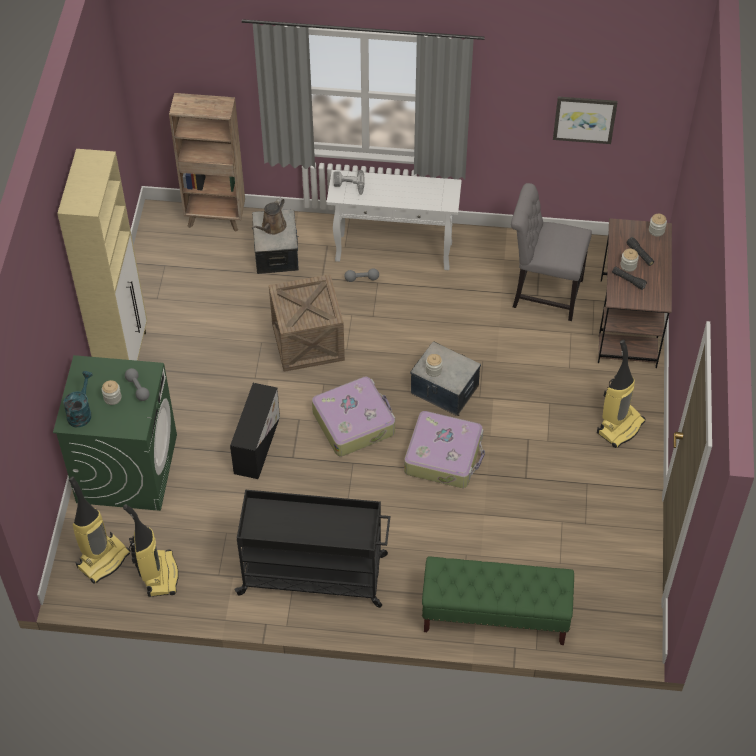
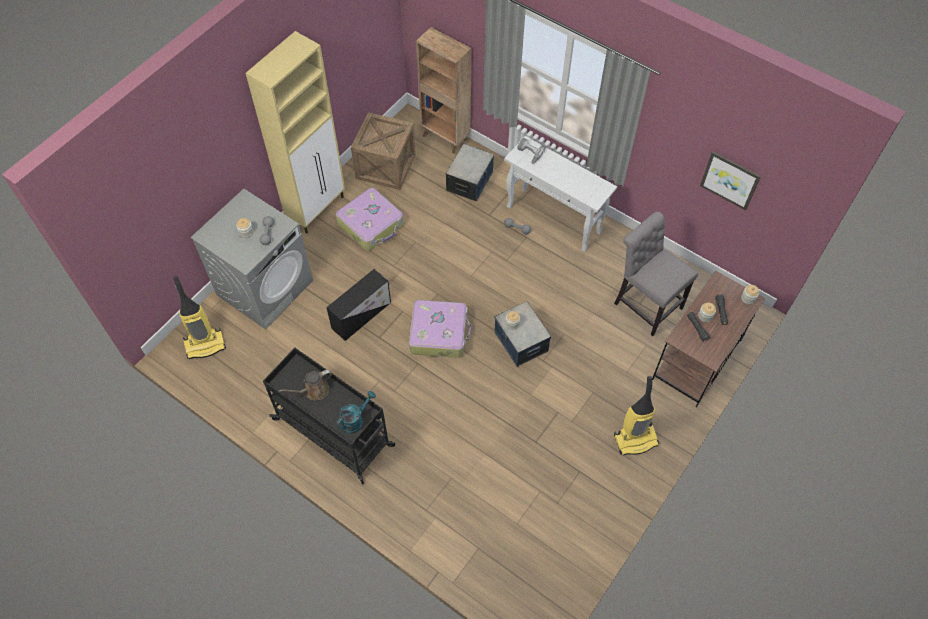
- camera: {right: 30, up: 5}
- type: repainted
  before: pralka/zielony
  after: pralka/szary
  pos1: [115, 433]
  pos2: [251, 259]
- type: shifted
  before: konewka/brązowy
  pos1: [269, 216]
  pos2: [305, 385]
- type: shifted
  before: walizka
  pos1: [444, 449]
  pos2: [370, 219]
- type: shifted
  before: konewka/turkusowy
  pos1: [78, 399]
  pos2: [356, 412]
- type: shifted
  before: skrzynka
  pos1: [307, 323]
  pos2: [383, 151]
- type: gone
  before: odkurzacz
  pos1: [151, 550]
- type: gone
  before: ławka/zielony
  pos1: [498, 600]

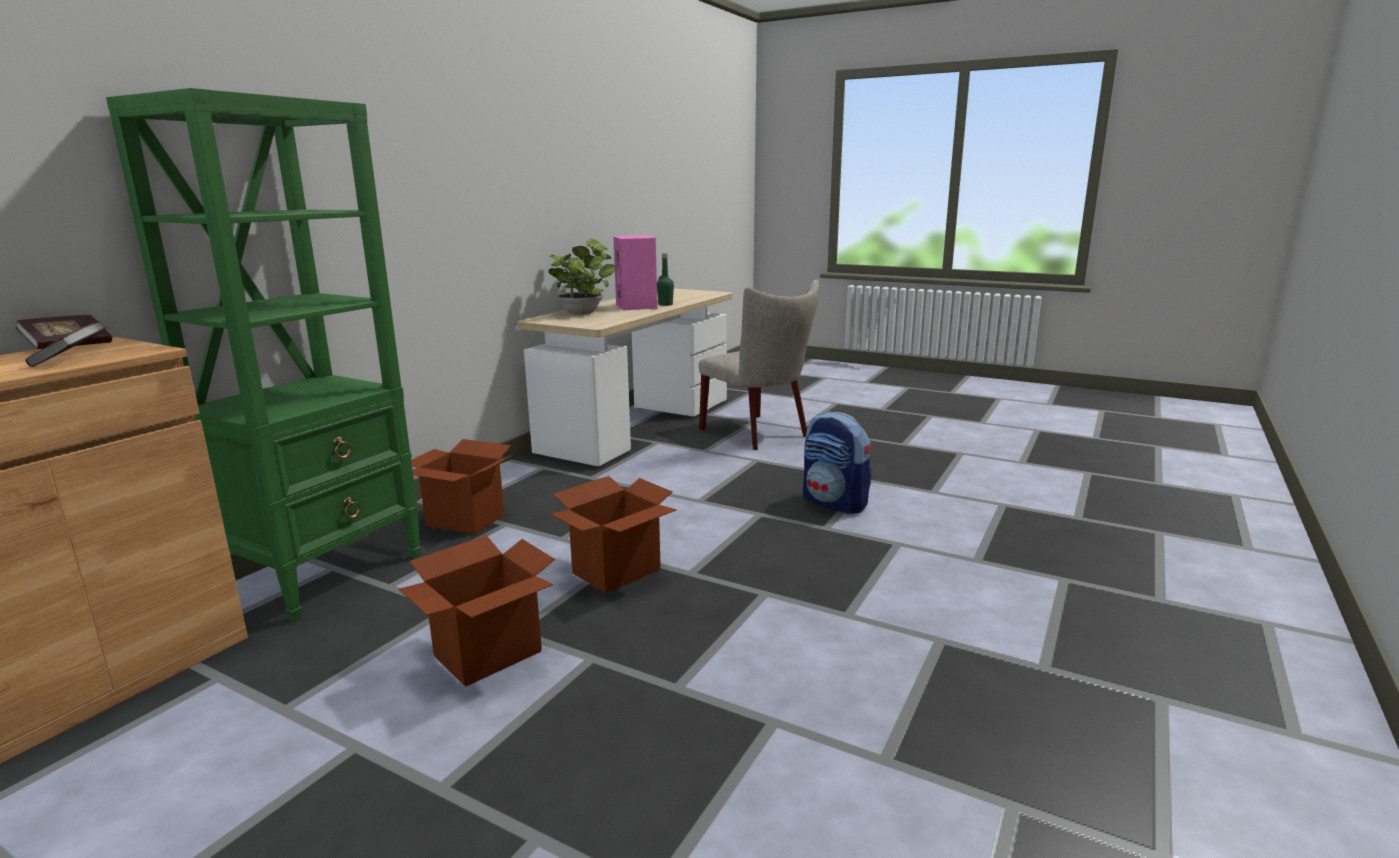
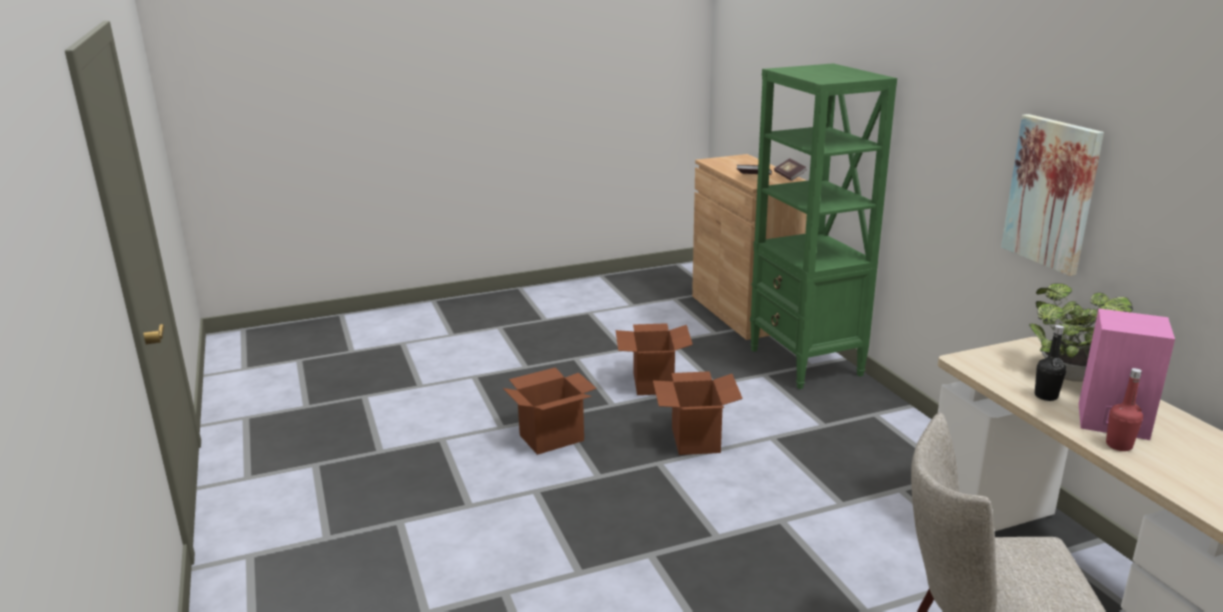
- camera: {right: 130, up: 5}
- type: shifted
  before: karton
  pos1: [462, 486]
  pos2: [550, 411]
- type: new
  after: obraz
  pos2: [1052, 195]
- type: new
  after: butelka/czarny
  pos2: [1050, 363]
- type: repainted
  before: butelka/zielony
  after: butelka/czerwony
  pos1: [665, 279]
  pos2: [1124, 409]
- type: gone
  before: plecak
  pos1: [837, 463]

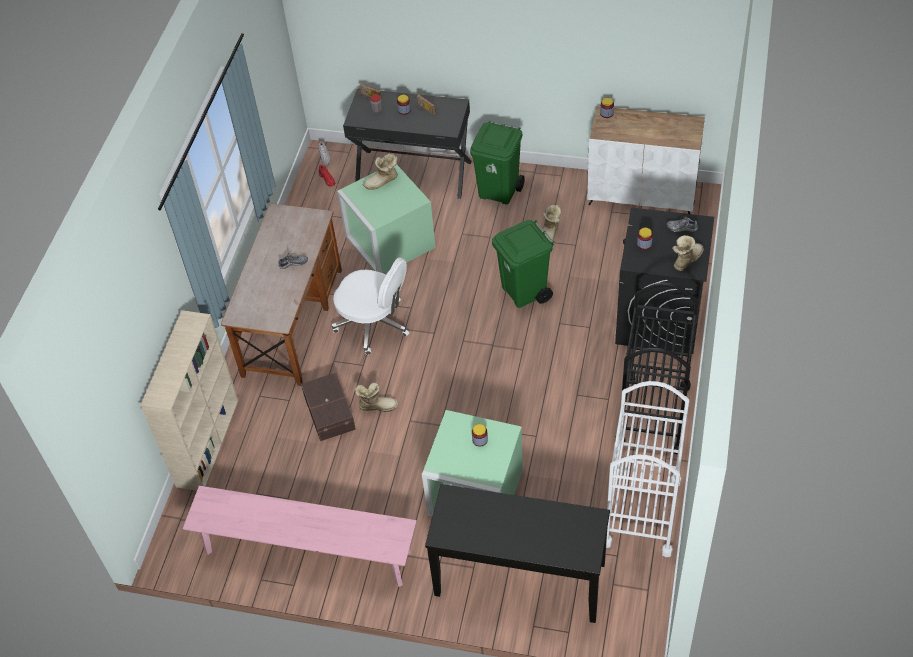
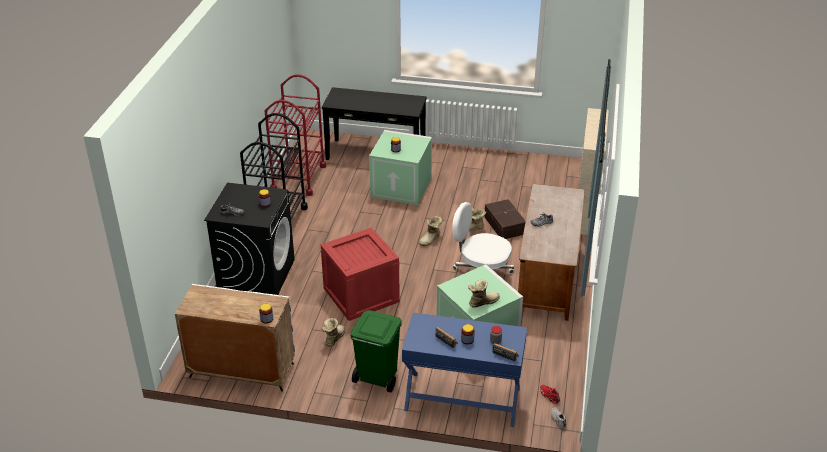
- camera: {right: 175, up: -15}
- type: repainted
  before: wózek/biały
  after: wózek/czerwony
  pos1: [647, 469]
  pos2: [295, 135]
- type: swapped
  before: kosz na śmieci/zielony
  after: skrzynka
  pos1: [523, 264]
  pos2: [360, 274]
- type: repainted
  before: biurko/czarny
  after: biurko/niebieski
  pos1: [407, 143]
  pos2: [464, 370]
- type: shifted
  before: but z cholewką
  pos1: [688, 253]
  pos2: [430, 231]
- type: gone
  before: ławka/różowy
  pos1: [300, 536]

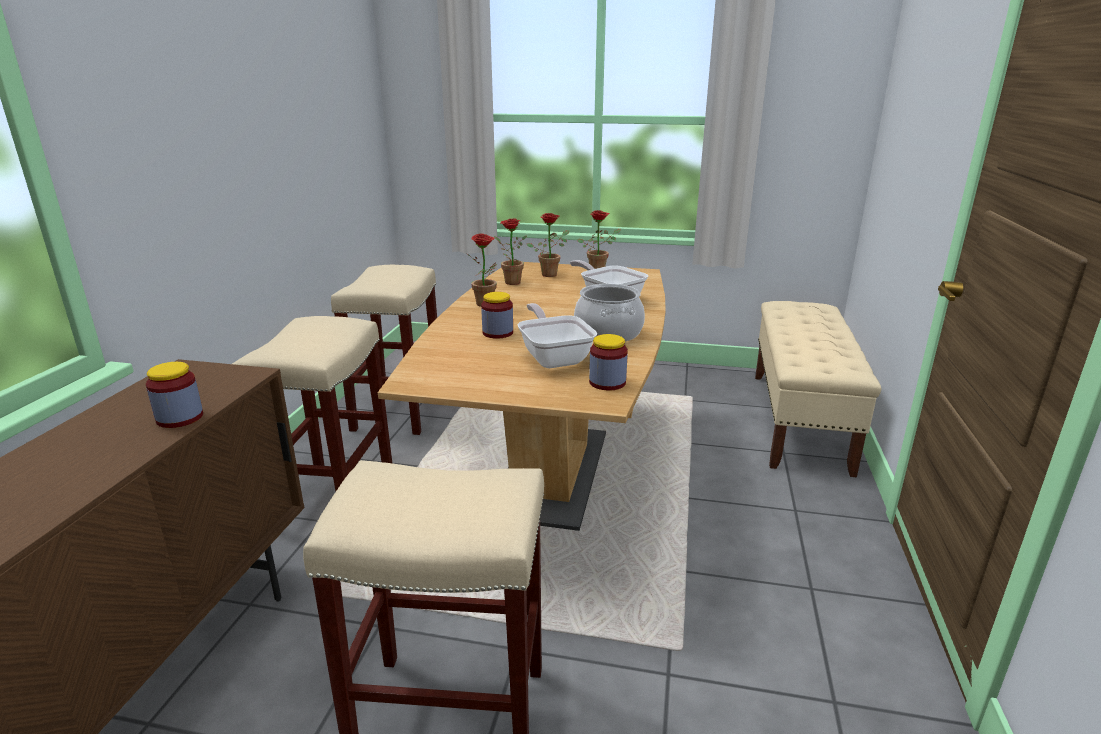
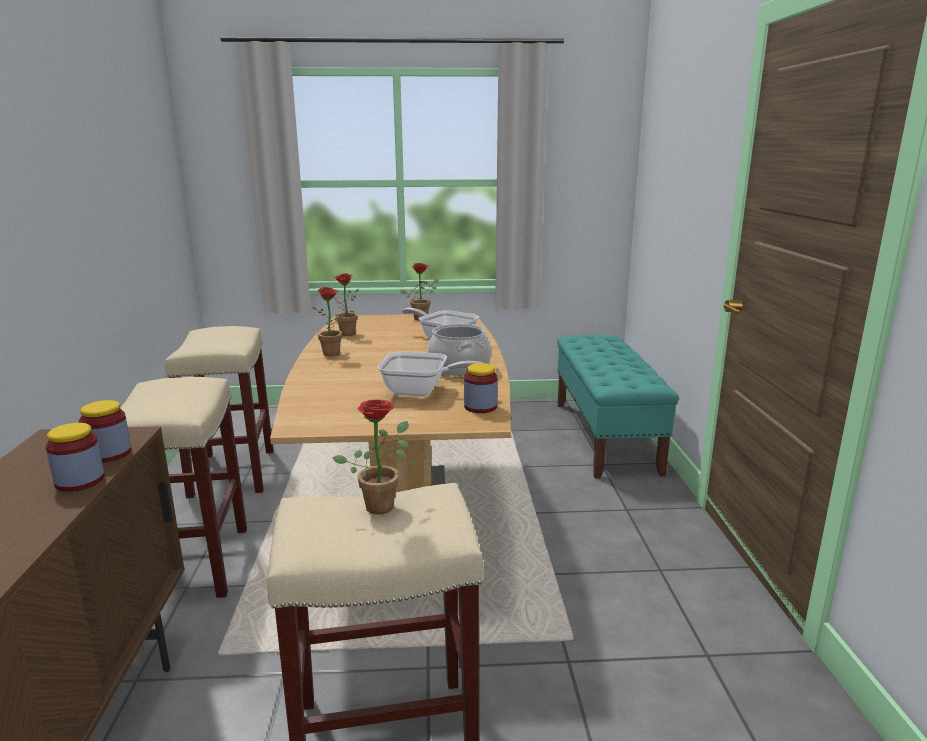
- camera: {right: -15, up: -5}
- type: shifted
  before: słoik
  pos1: [497, 315]
  pos2: [105, 431]
- type: shifted
  before: roślina doniczkowa
  pos1: [548, 245]
  pos2: [370, 457]
- type: rotated
  before: patelnia
  pos1: [557, 335]
  pos2: [432, 374]
  turn: 135
- type: repainted
  before: ławka/beżowy
  after: ławka/turkusowy
  pos1: [818, 389]
  pos2: [618, 407]

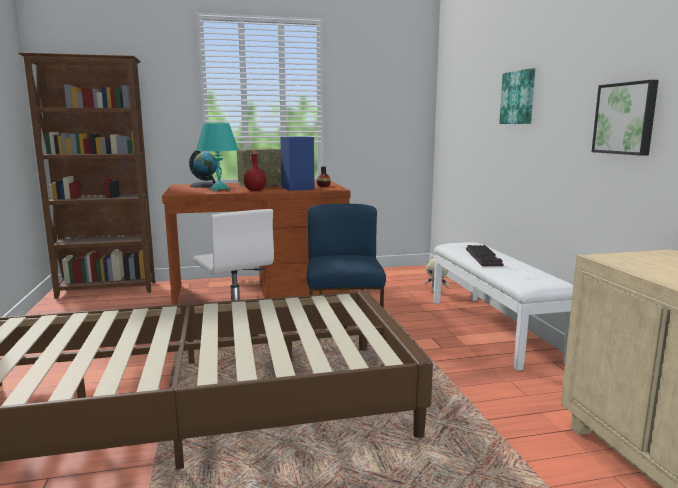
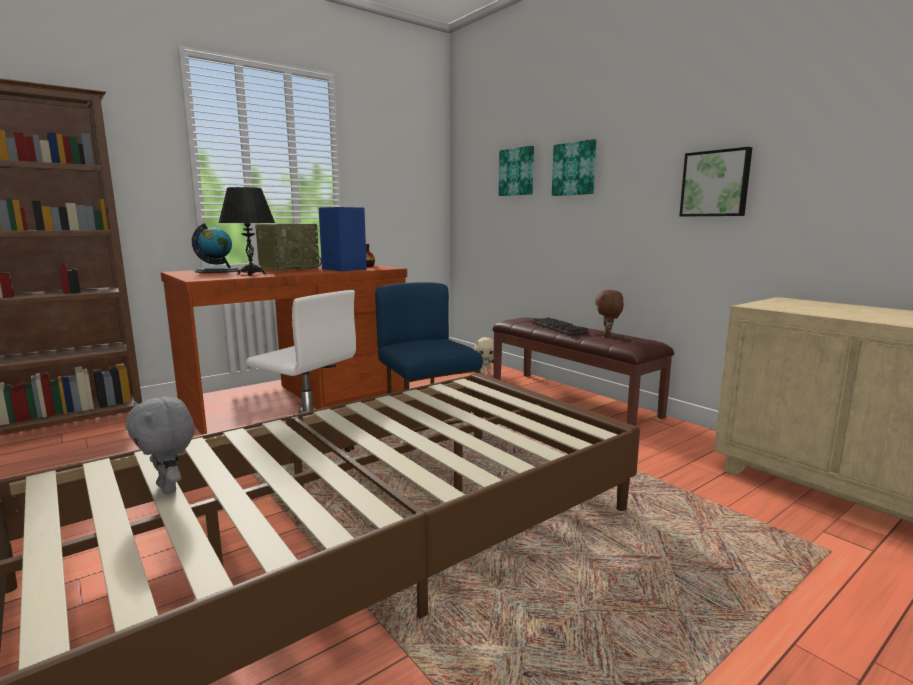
- camera: {right: -25, up: 0}
- type: new
  after: pluszak/szary
  pos2: [160, 445]
- type: repainted
  before: lampa stołowa/turkusowy
  after: lampa stołowa/czarny
  pos1: [217, 157]
  pos2: [246, 231]
- type: repainted
  before: ławka/biały
  after: ławka/brązowy
  pos1: [503, 306]
  pos2: [583, 371]
- type: new
  after: obraz
  pos2: [516, 171]
- type: new
  after: pluszak/brązowy
  pos2: [609, 313]
- type: gone
  before: butelka/czerwony
  pos1: [255, 171]

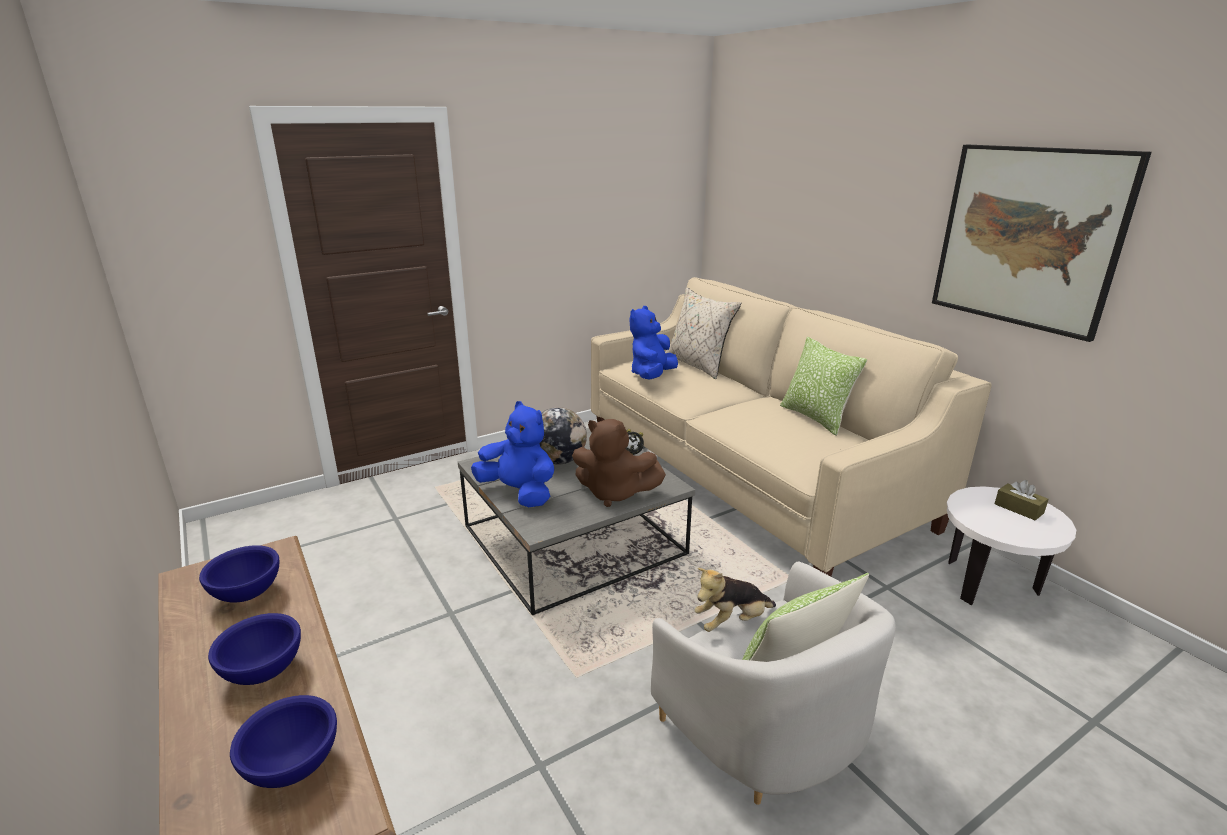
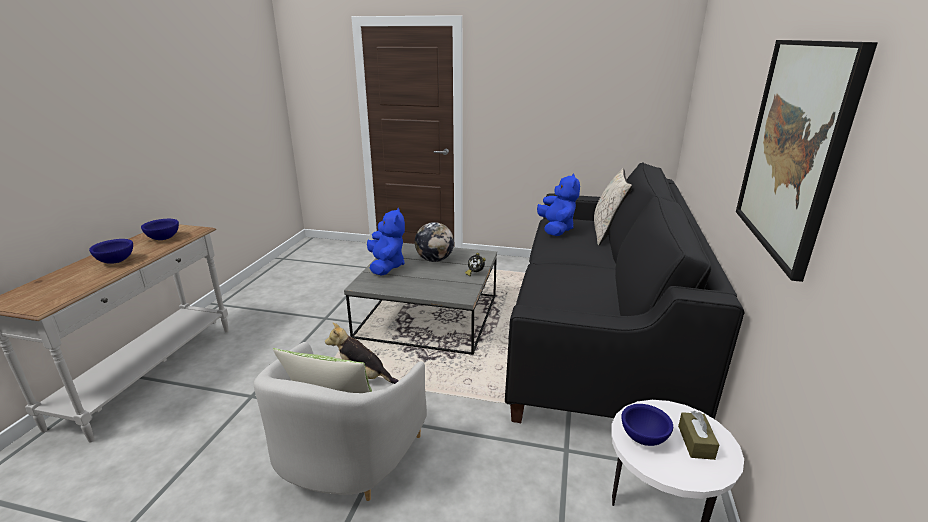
- camera: {right: 45, up: 0}
- type: repainted
  before: kanapa/beżowy
  after: kanapa/czarny
  pos1: [791, 426]
  pos2: [624, 292]
- type: rotated
  before: pluszak/niebieski
  pos1: [654, 342]
  pos2: [558, 204]
  turn: 105
- type: shifted
  before: miska/niebieski
  pos1: [283, 741]
  pos2: [647, 425]
- type: gone
  before: pluszak/brązowy
  pos1: [619, 463]
- type: gone
  before: poduszka
  pos1: [823, 386]

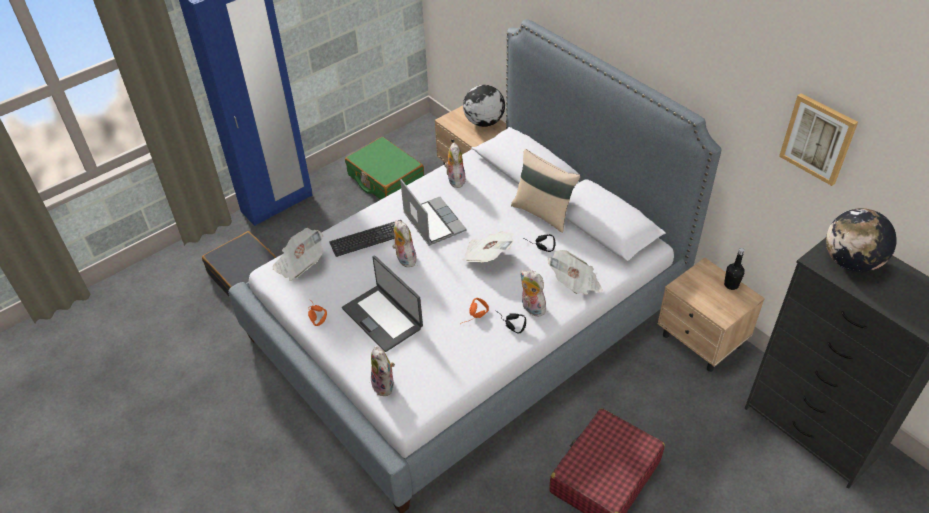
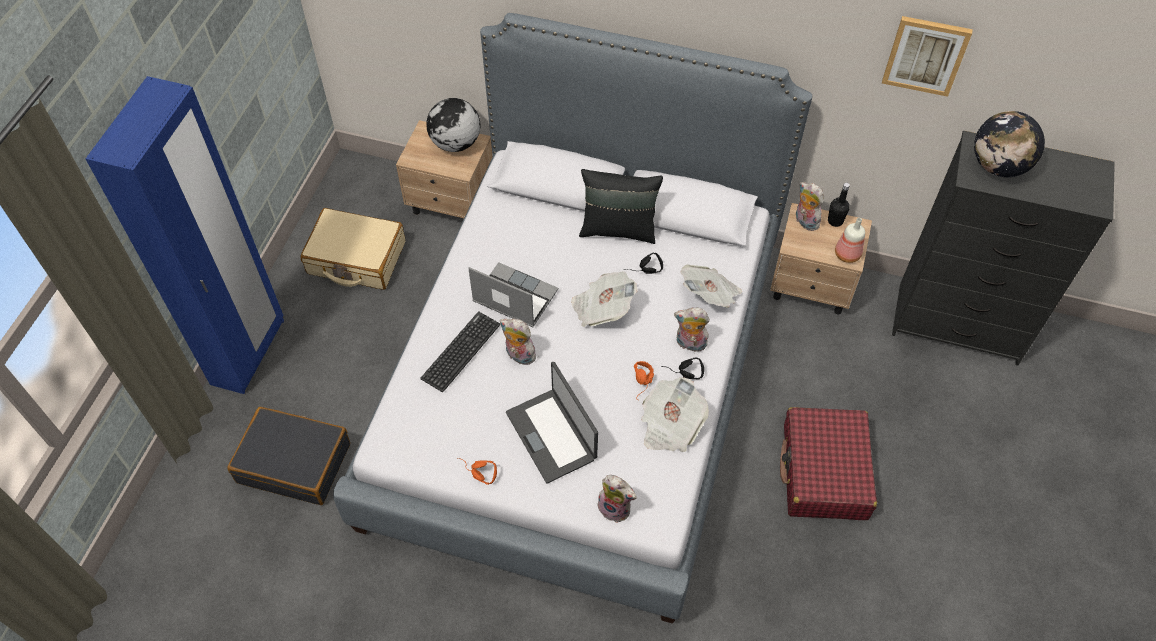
- camera: {right: -35, up: 10}
- type: repainted
  before: walizka/zielony
  after: walizka/beżowy
  pos1: [384, 168]
  pos2: [353, 249]
- type: rotated
  before: laptop
  pos1: [382, 303]
  pos2: [552, 423]
  turn: 45
- type: repainted
  before: poduszka/beżowy
  after: poduszka/czarny
  pos1: [545, 191]
  pos2: [621, 206]
- type: shifted
  before: gazeta
  pos1: [298, 254]
  pos2: [675, 414]
- type: shifted
  before: pluszak
  pos1: [455, 165]
  pos2: [810, 206]
- type: new
  after: butelka
  pos2: [850, 240]

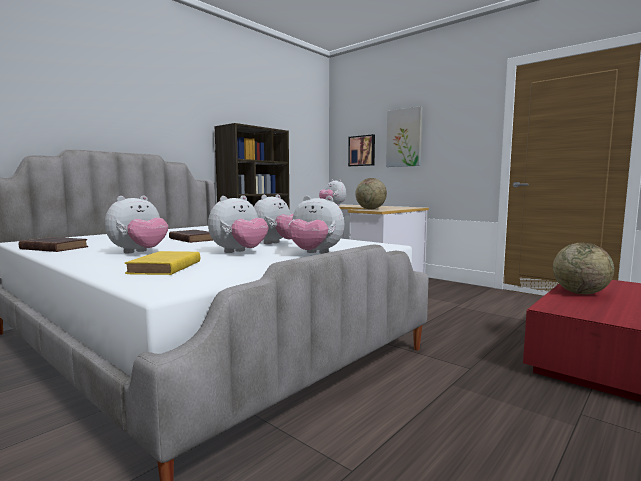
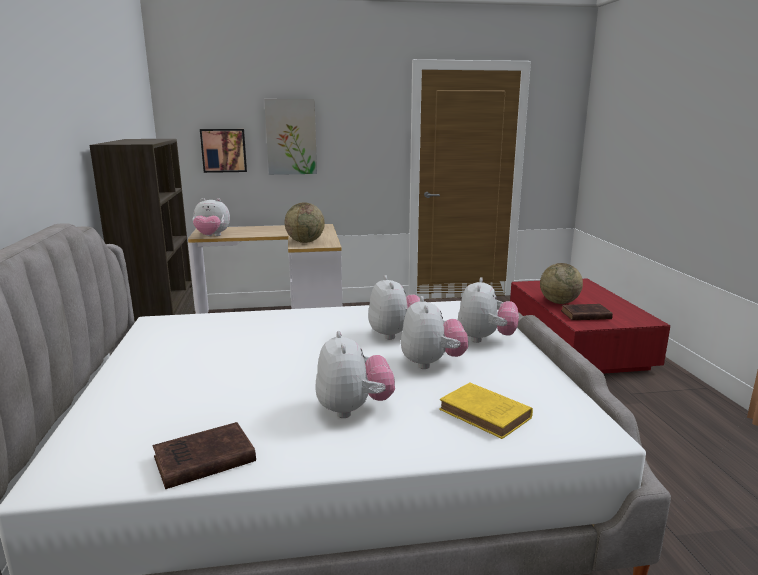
- camera: {right: -50, up: 10}
- type: rotated
  before: pluszak
  pos1: [316, 225]
  pos2: [488, 310]
  turn: -45
- type: shifted
  before: książka/brązowy
  pos1: [191, 236]
  pos2: [587, 312]

